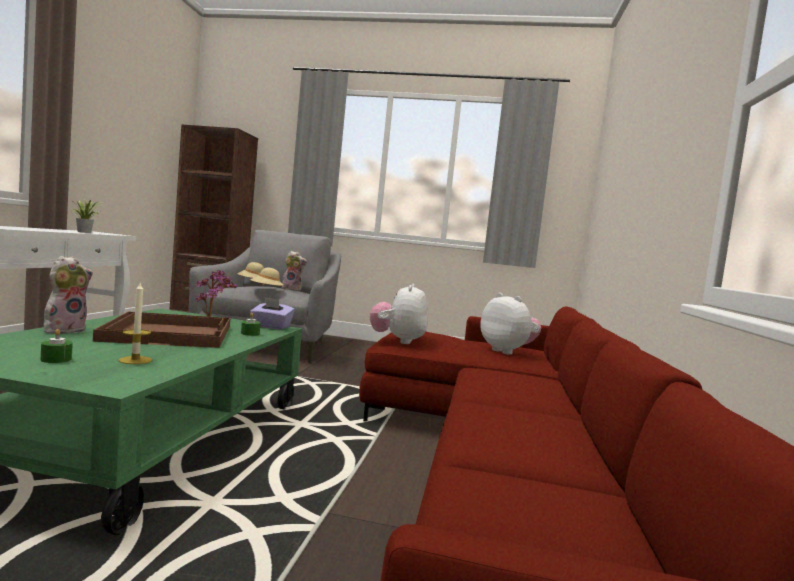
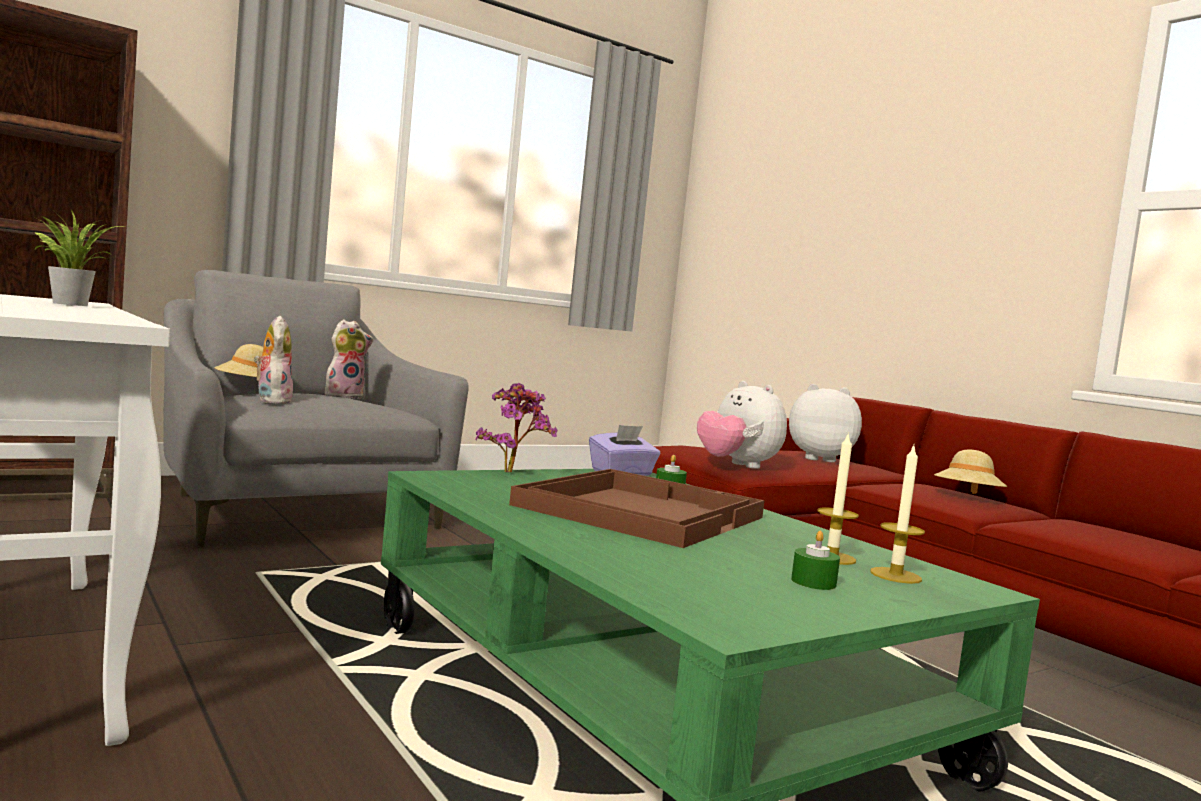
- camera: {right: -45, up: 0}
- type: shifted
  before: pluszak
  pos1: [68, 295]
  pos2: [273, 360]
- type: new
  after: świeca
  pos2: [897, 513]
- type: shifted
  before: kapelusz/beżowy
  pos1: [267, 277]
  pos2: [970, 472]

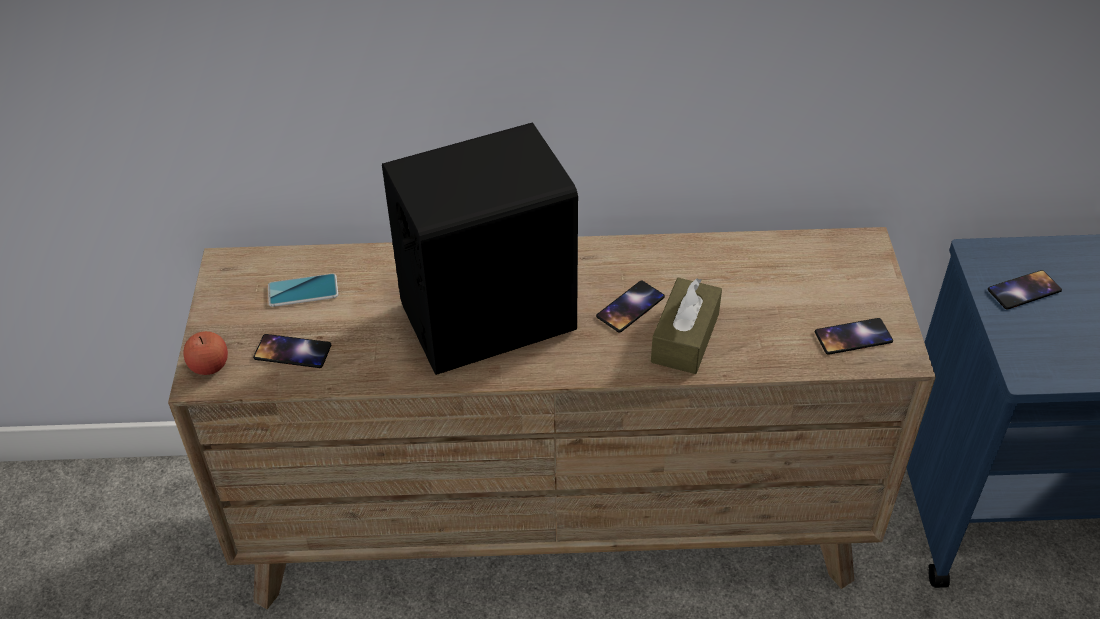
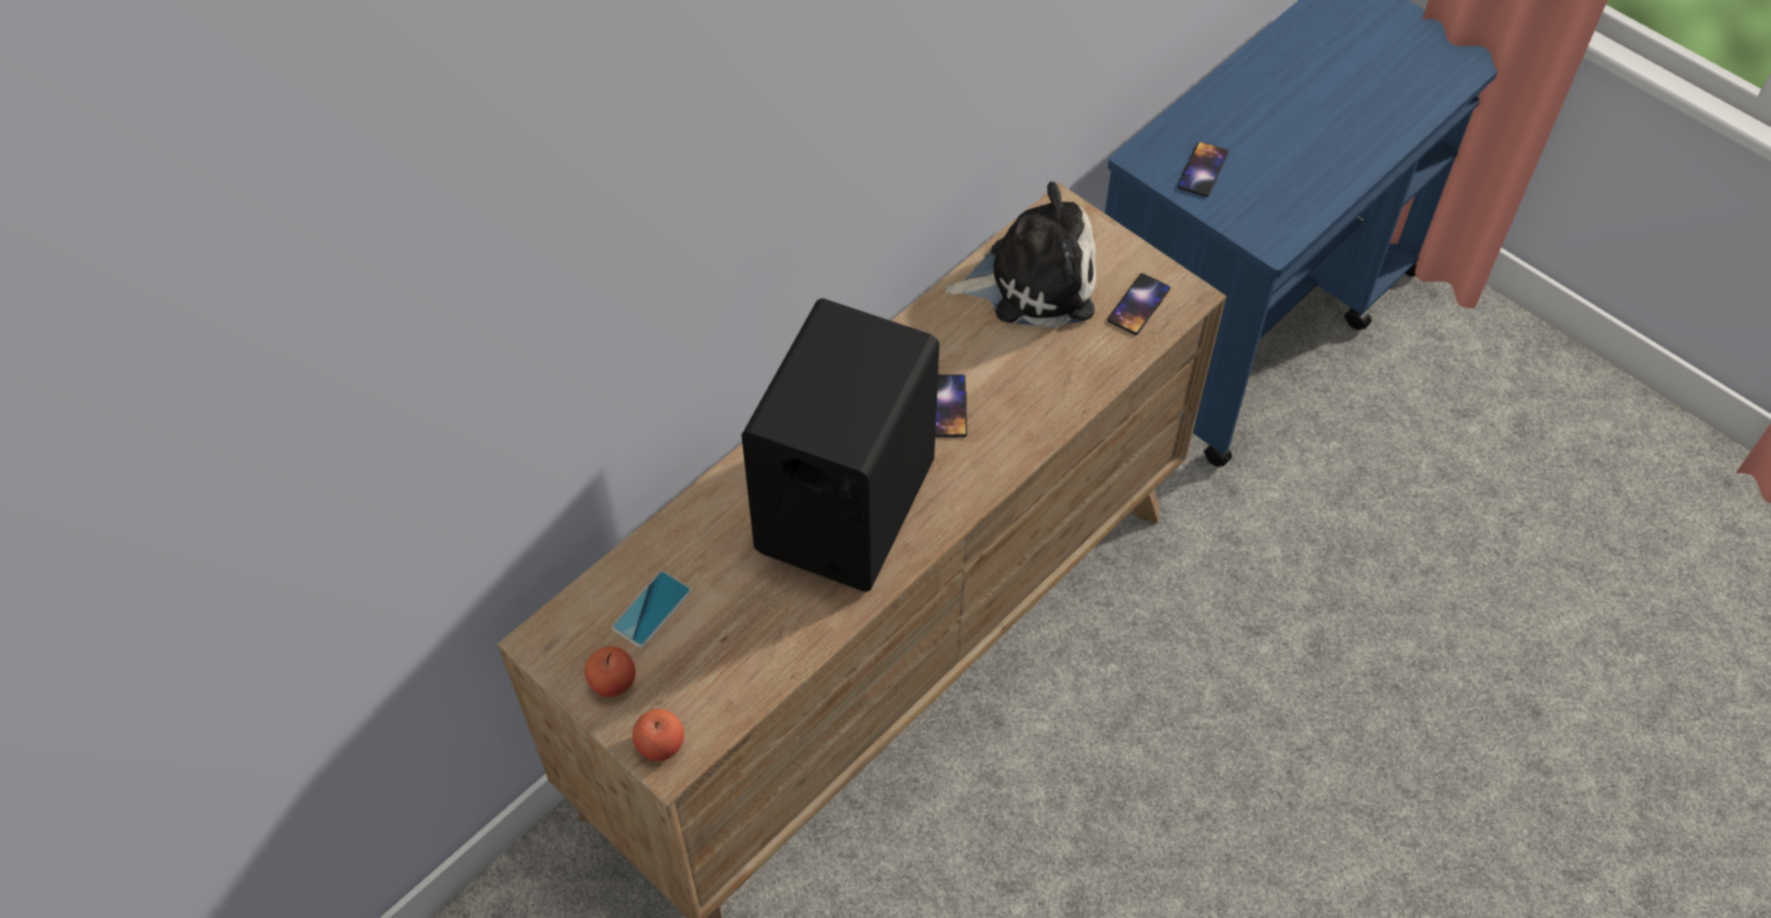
- camera: {right: -45, up: 10}
- type: new
  after: jabłko
  pos2: [610, 671]
- type: new
  after: pluszak
  pos2: [1020, 255]
- type: gone
  before: telefon
  pos1: [292, 351]
- type: gone
  before: pudełko chusteczek/brązowy
  pos1: [686, 326]

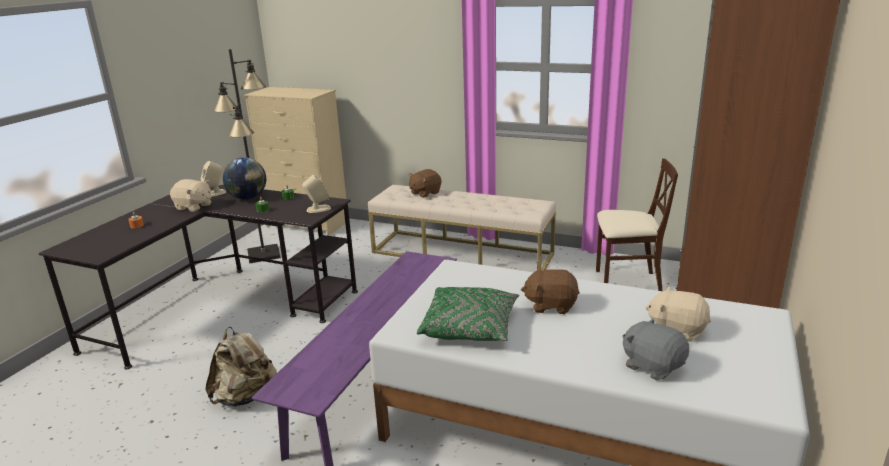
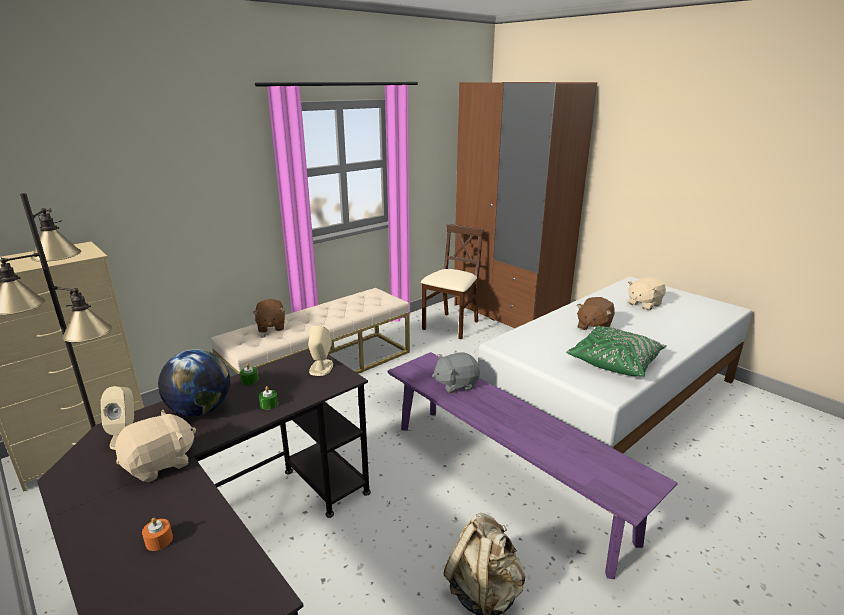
- camera: {right: -65, up: 0}
- type: shifted
  before: pluszak/szary
  pos1: [655, 349]
  pos2: [456, 372]

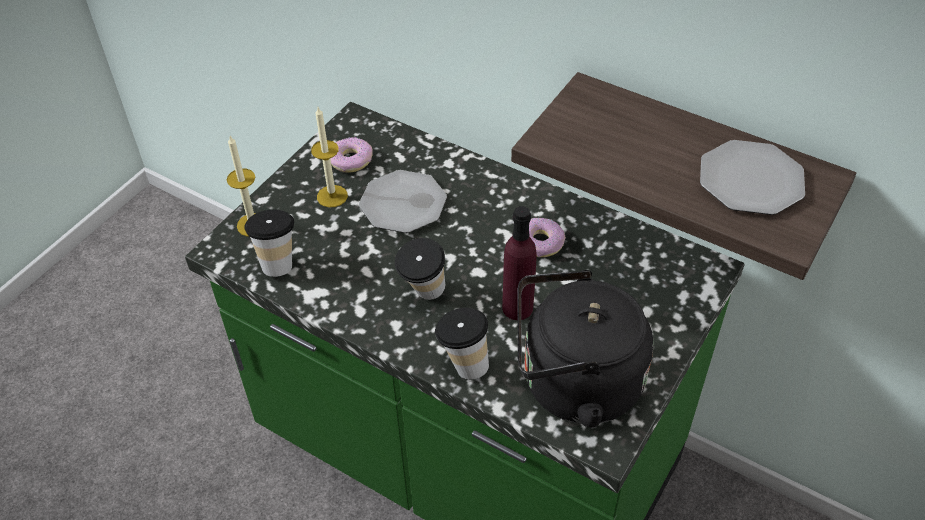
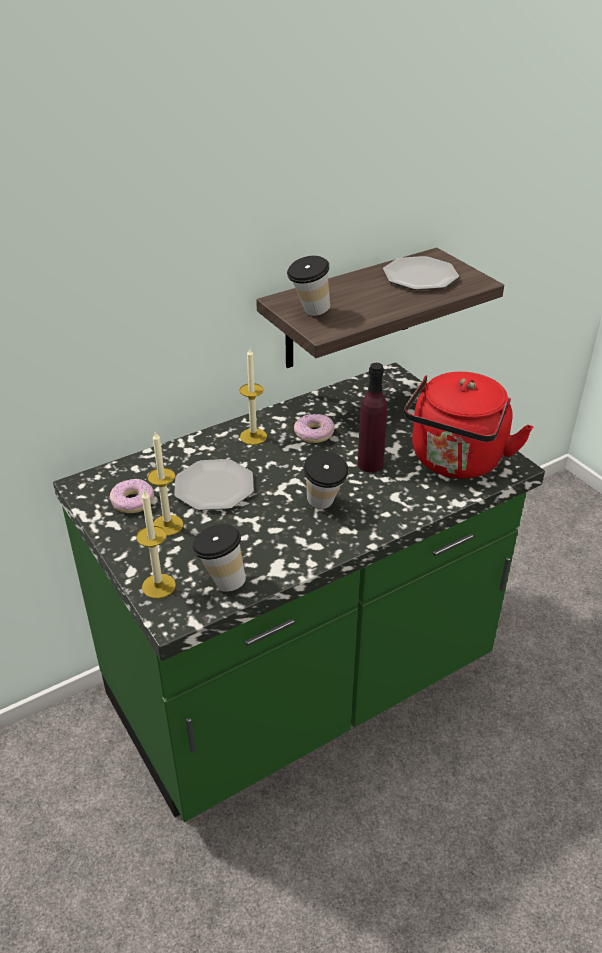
- camera: {right: -65, up: -10}
- type: new
  after: świeca
  pos2: [253, 396]
- type: shifted
  before: filiżanka
  pos1: [462, 344]
  pos2: [308, 286]
- type: repainted
  before: czajnik/czarny
  after: czajnik/czerwony
  pos1: [585, 349]
  pos2: [468, 425]

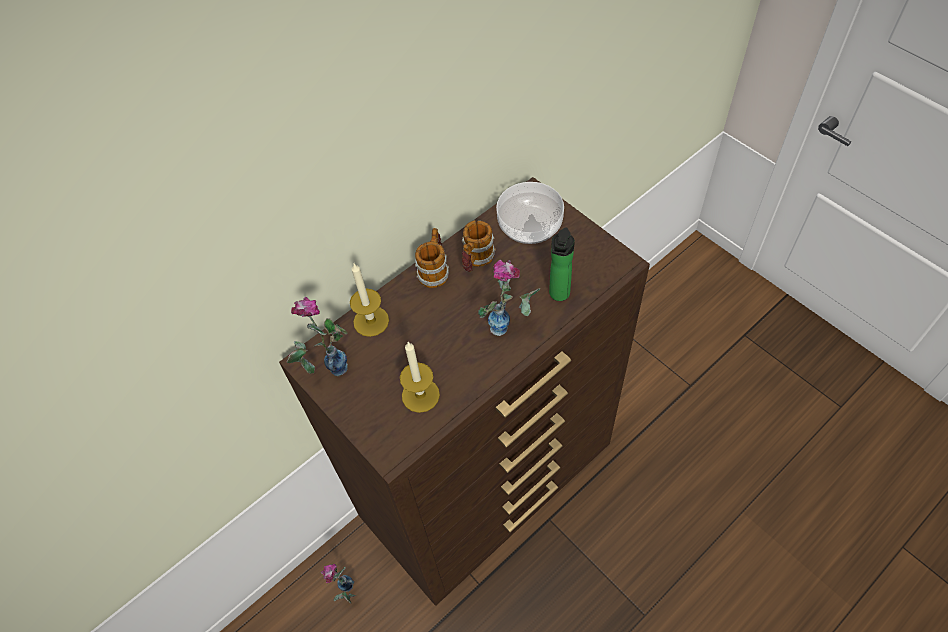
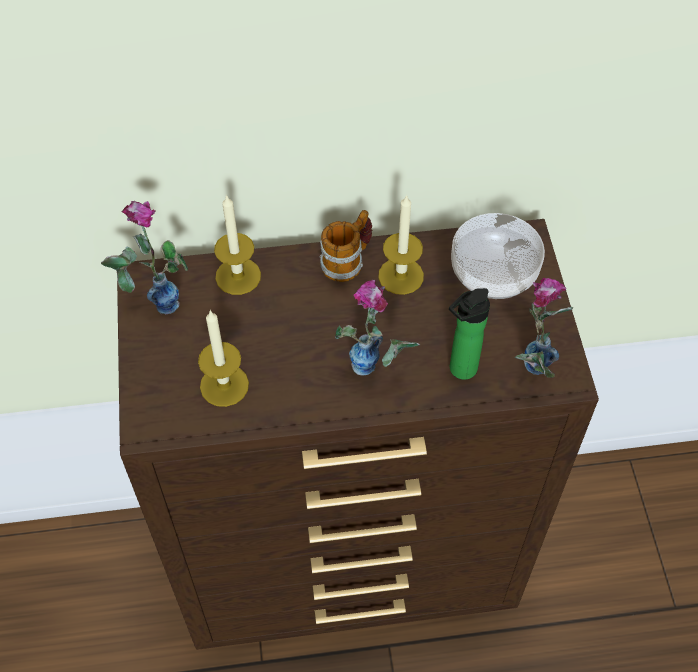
- camera: {right: 30, up: 0}
- type: swapped
  before: kubek
  after: świeca
  pos1: [479, 246]
  pos2: [401, 244]
- type: shifted
  before: wazon
  pos1: [338, 583]
  pos2: [543, 328]

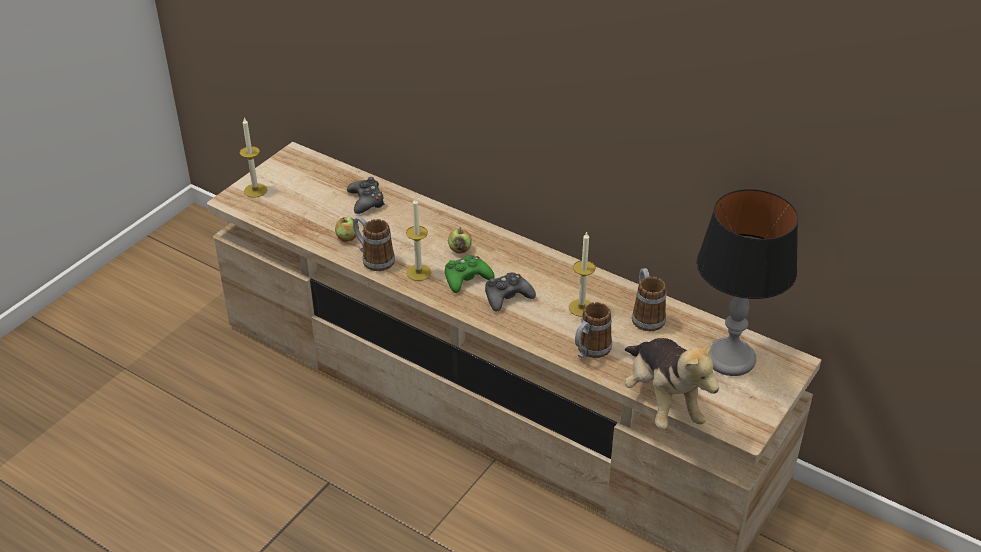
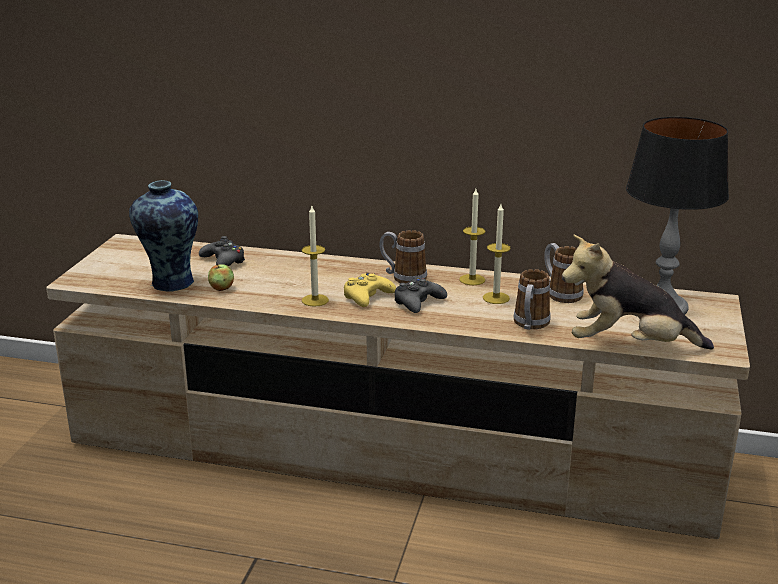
- camera: {right: -20, up: -15}
- type: new
  after: wazon
  pos2: [163, 236]
- type: repainted
  before: pad do gier/zielony
  after: pad do gier/żółty
  pos1: [470, 273]
  pos2: [370, 289]
- type: shifted
  before: kubek
  pos1: [374, 243]
  pos2: [403, 256]
- type: shifted
  before: świeca
  pos1: [253, 157]
  pos2: [472, 237]
- type: rotated
  before: pluszak
  pos1: [672, 383]
  pos2: [638, 292]
  turn: 135
- type: gone
  before: jabłko
  pos1: [460, 240]

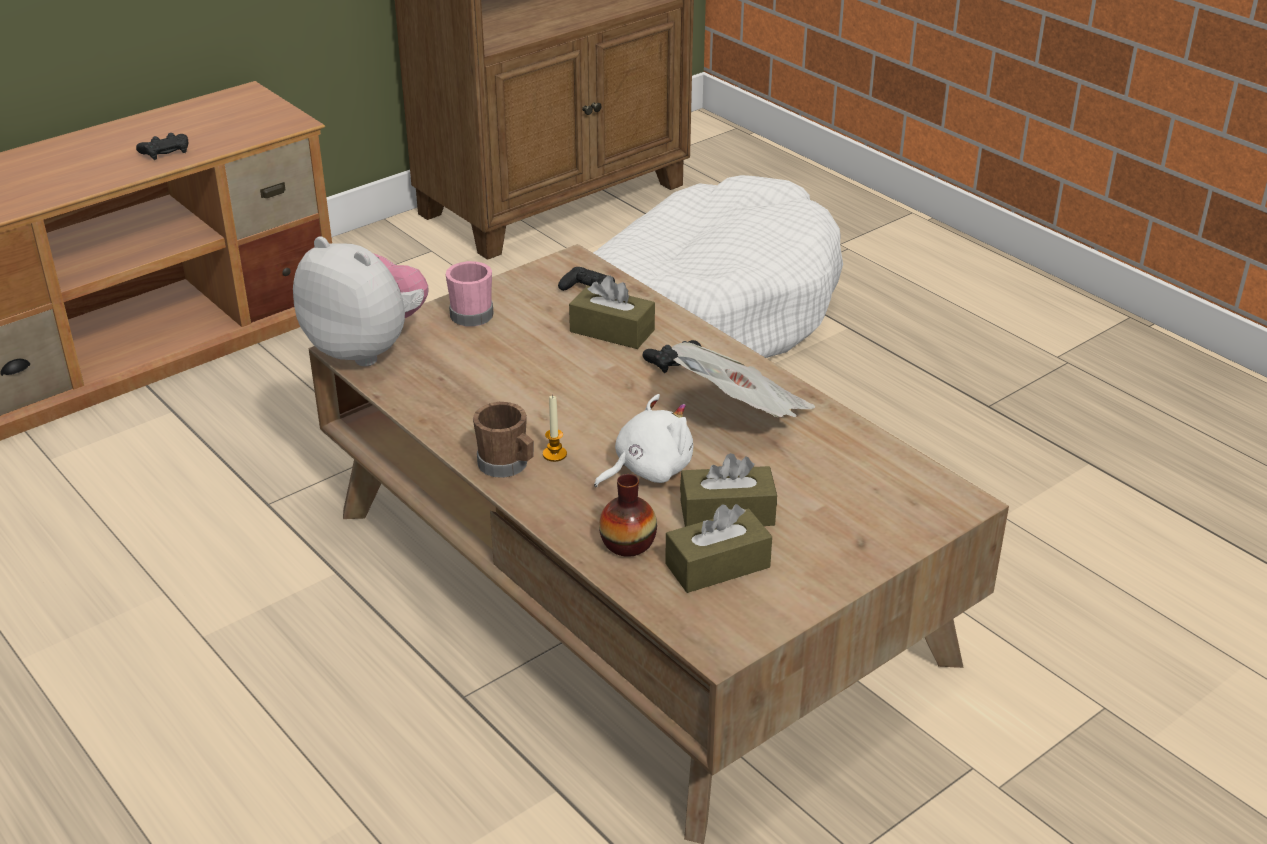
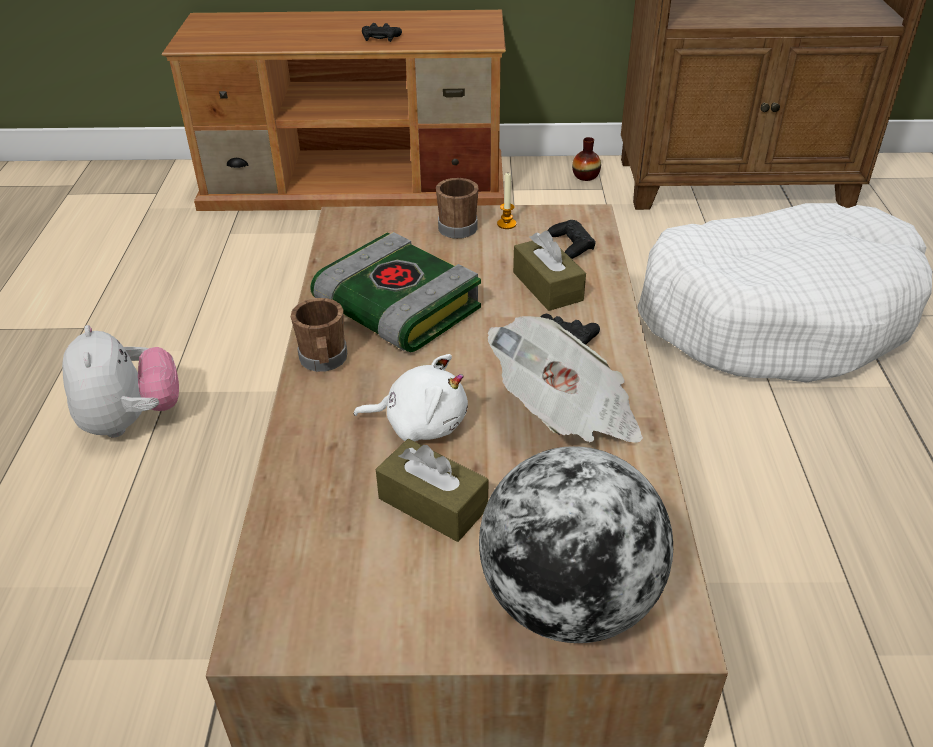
- camera: {right: 40, up: 5}
- type: shifted
  before: pluszak
  pos1: [360, 301]
  pos2: [120, 381]
- type: new
  after: książka
  pos2: [395, 292]
- type: repainted
  before: kubek/różowy
  after: kubek/brązowy
  pos1: [469, 294]
  pos2: [457, 208]
- type: new
  after: globus
  pos2: [576, 544]
- type: shifted
  before: świeca
  pos1: [555, 428]
  pos2: [507, 201]
- type: shifted
  before: wazon
  pos1: [628, 515]
  pos2: [586, 159]
- type: gone
  before: pudełko chusteczek/brązowy
  pos1: [718, 548]

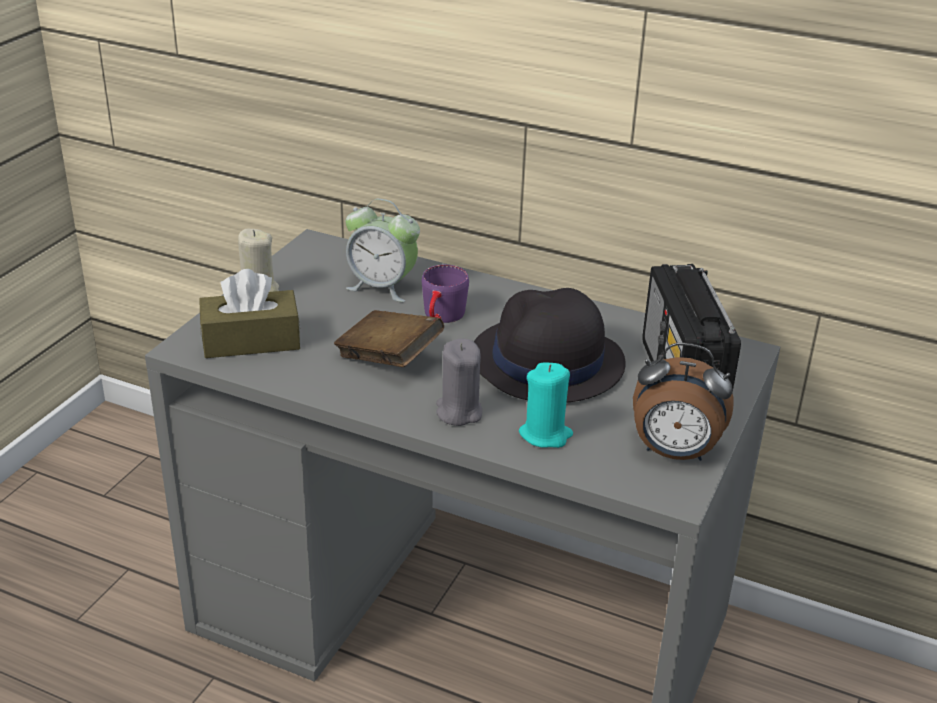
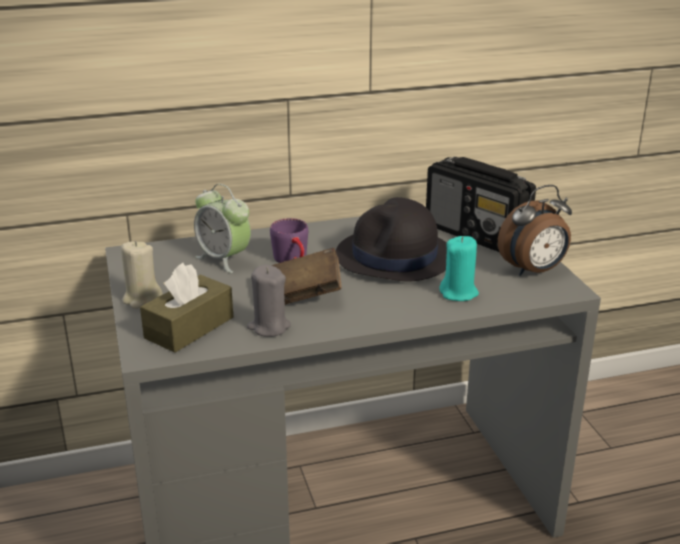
- camera: {right: -40, up: -5}
- type: rotated
  before: budzik
  pos1: [383, 250]
  pos2: [222, 228]
  turn: 60
- type: shifted
  before: świeca/szary
  pos1: [459, 382]
  pos2: [269, 301]

